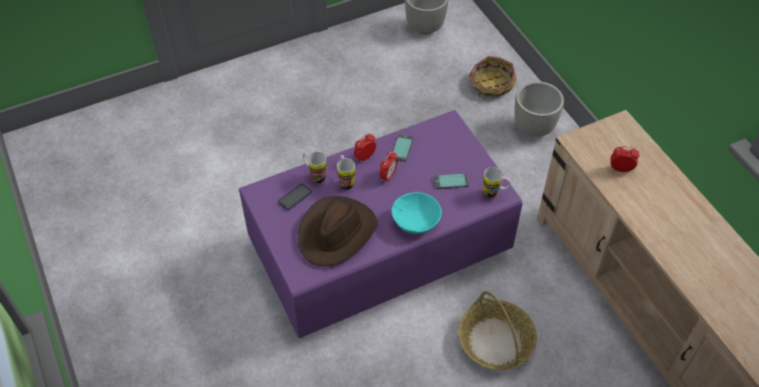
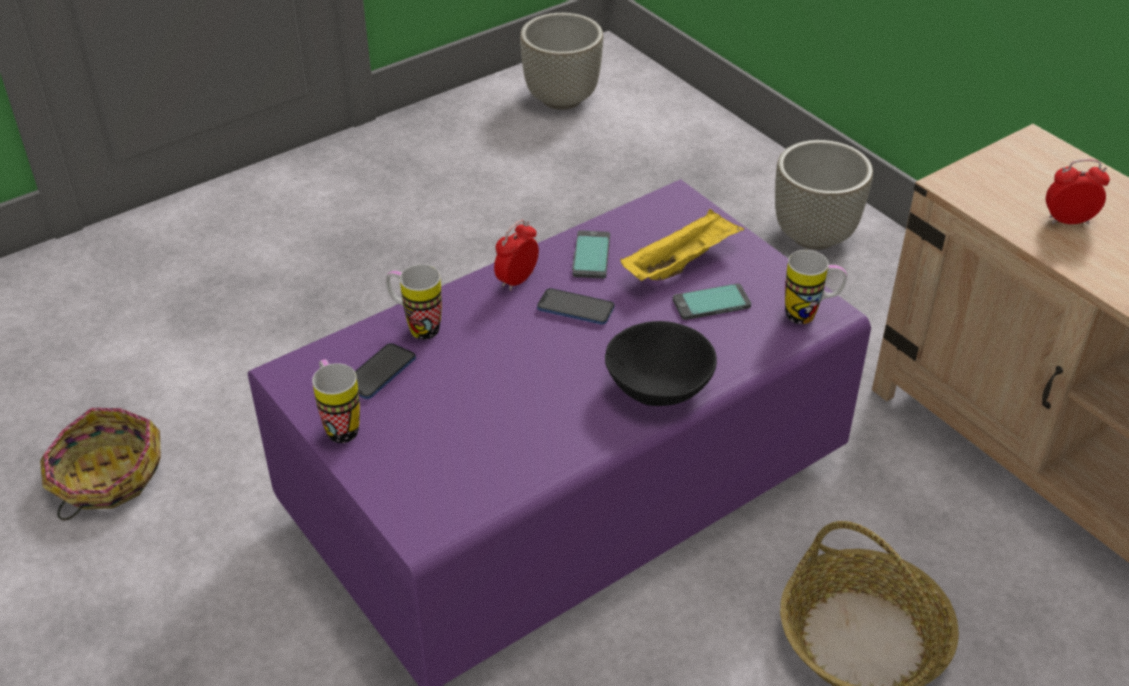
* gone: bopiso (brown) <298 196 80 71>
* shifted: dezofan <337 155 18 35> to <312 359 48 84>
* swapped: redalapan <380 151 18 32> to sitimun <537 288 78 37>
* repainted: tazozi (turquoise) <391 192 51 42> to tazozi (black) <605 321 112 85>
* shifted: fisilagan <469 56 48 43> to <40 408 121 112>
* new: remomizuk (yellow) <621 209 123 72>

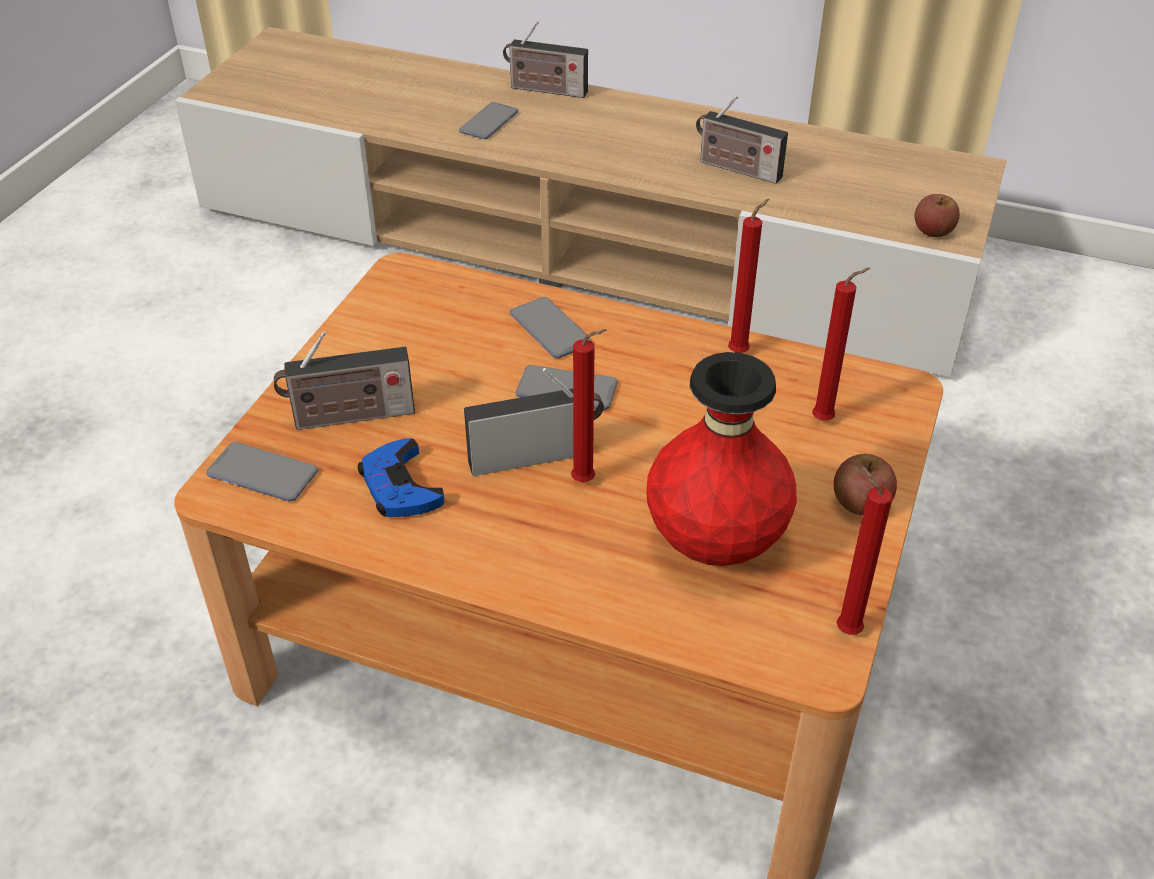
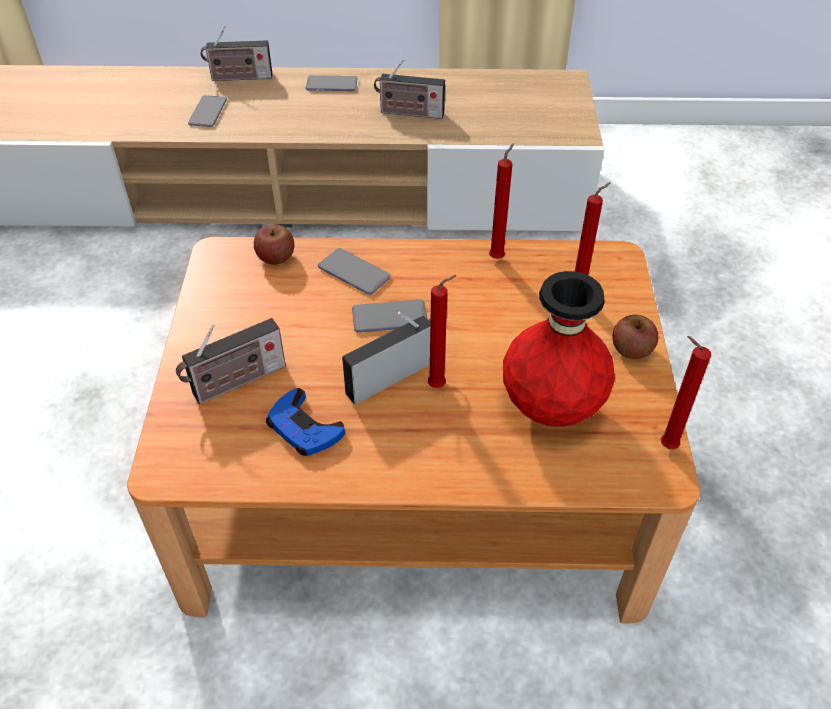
* shifted: sitimun <207 442 111 60> to <306 75 52 16>
* shifted: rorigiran <915 194 45 43> to <254 224 40 41>

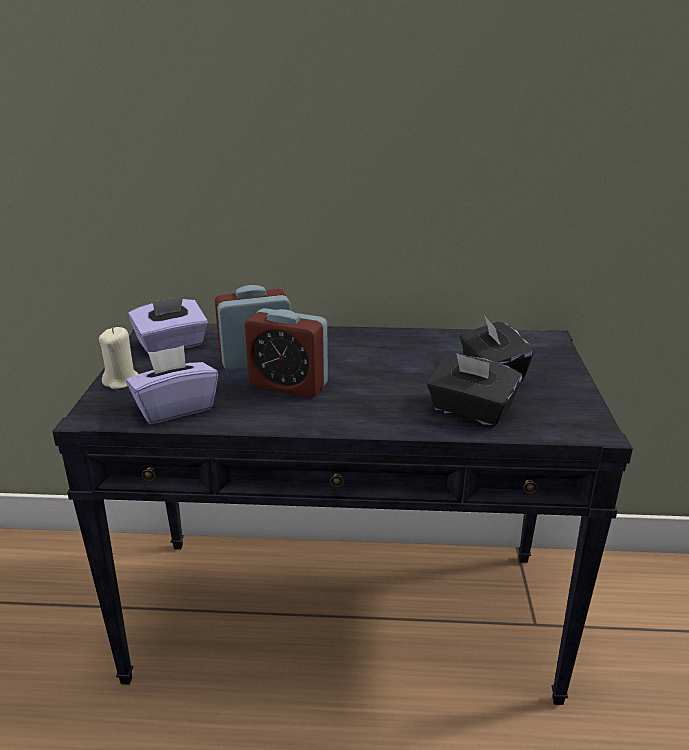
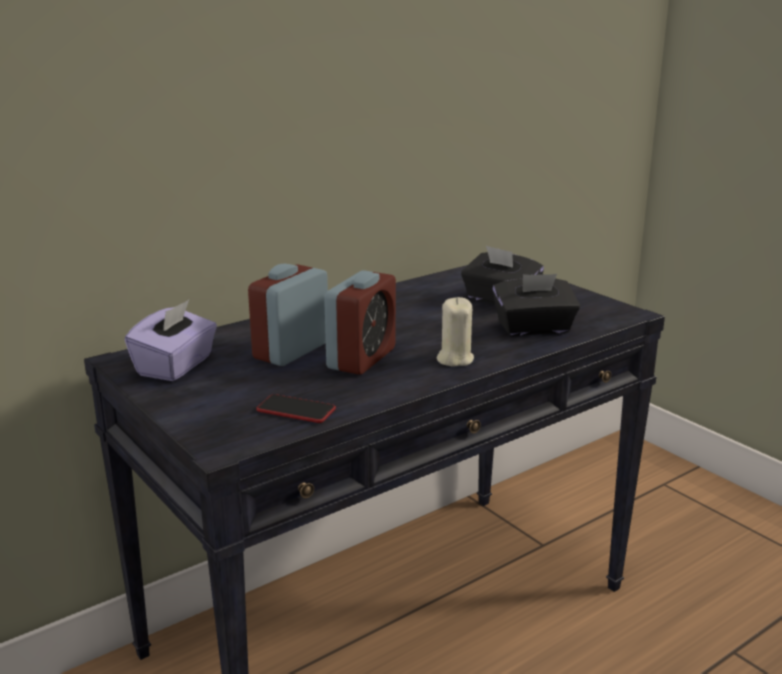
* shifted: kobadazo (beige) <99 327 39 62> to <437 297 37 70>
* swapped: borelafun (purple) <126 345 92 79> to sitimun <256 394 80 29>
* rotated: redalapan <245 308 83 89> = <324 270 72 105> 45 degrees counterclockwise

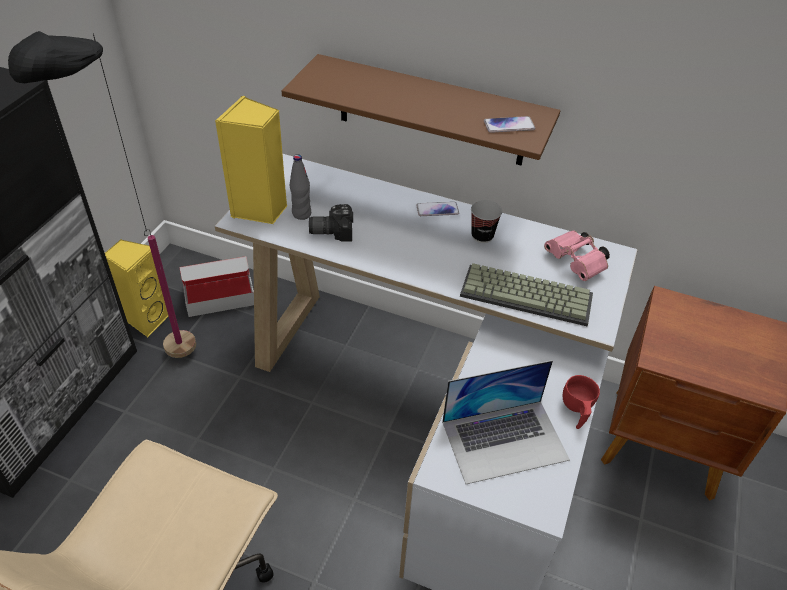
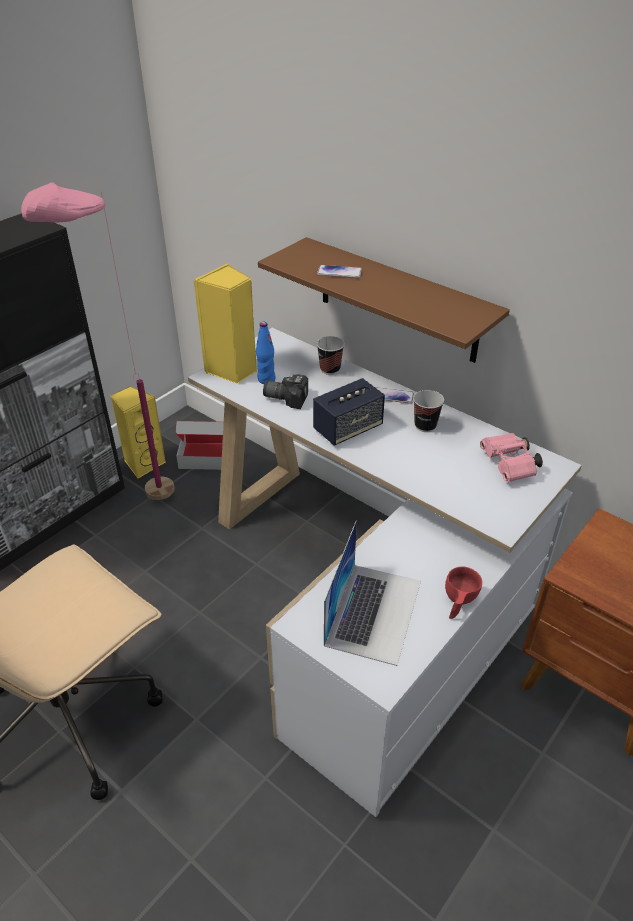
* repainted: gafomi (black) <8 31 188 327> to gafomi (pink) <21 182 153 318>
* repainted: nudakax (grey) <290 154 21 66> to nudakax (blue) <256 322 20 62>
* rotated: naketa <442 360 128 124> = <324 520 97 146> 75 degrees counterclockwise
* gone: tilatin <460 263 133 63>
* shifted: sitimun <484 116 51 17> to <317 265 45 14>
* new: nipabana <313 378 72 68>
* new: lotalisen <317 336 27 39>

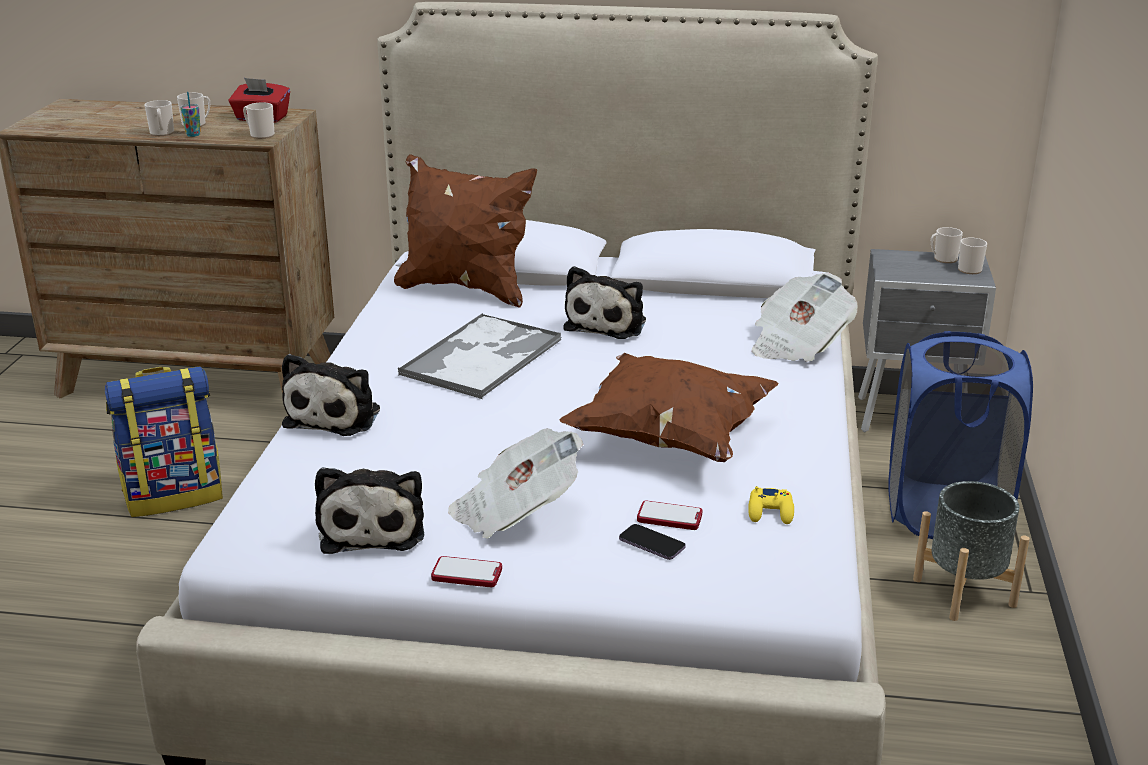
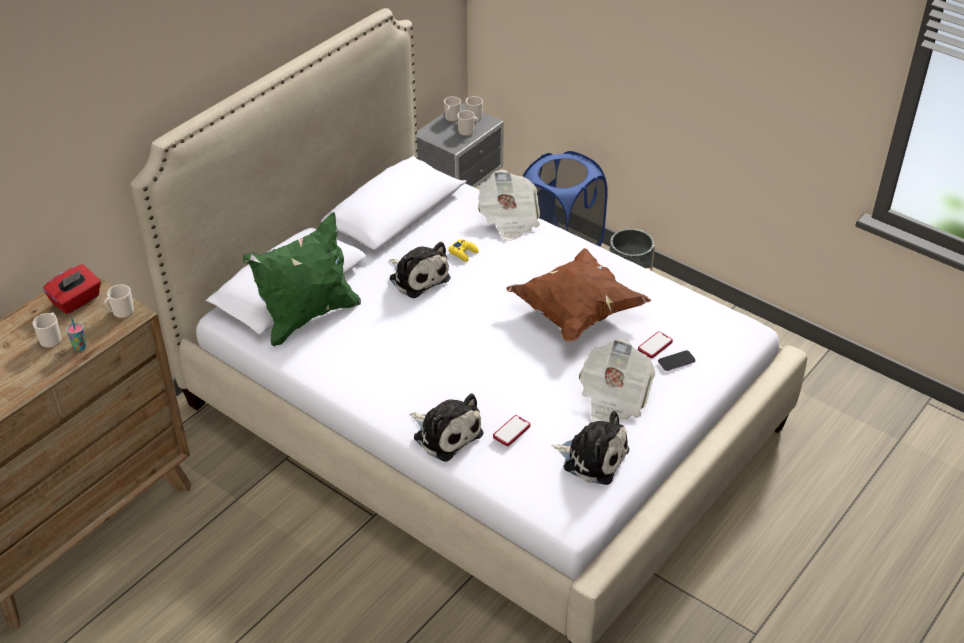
* gone: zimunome <105 366 118 151>
* shifted: dezofan <145 100 29 36> to <457 110 21 26>
* repainted: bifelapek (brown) <394 154 143 154> to bifelapek (green) <243 212 118 134>
* gone: remomizuk <398 313 164 86>
* shifted: sitimun <431 556 71 31> to <493 415 37 31>
* shifted: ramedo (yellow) <748 486 46 38> to <448 239 31 23>

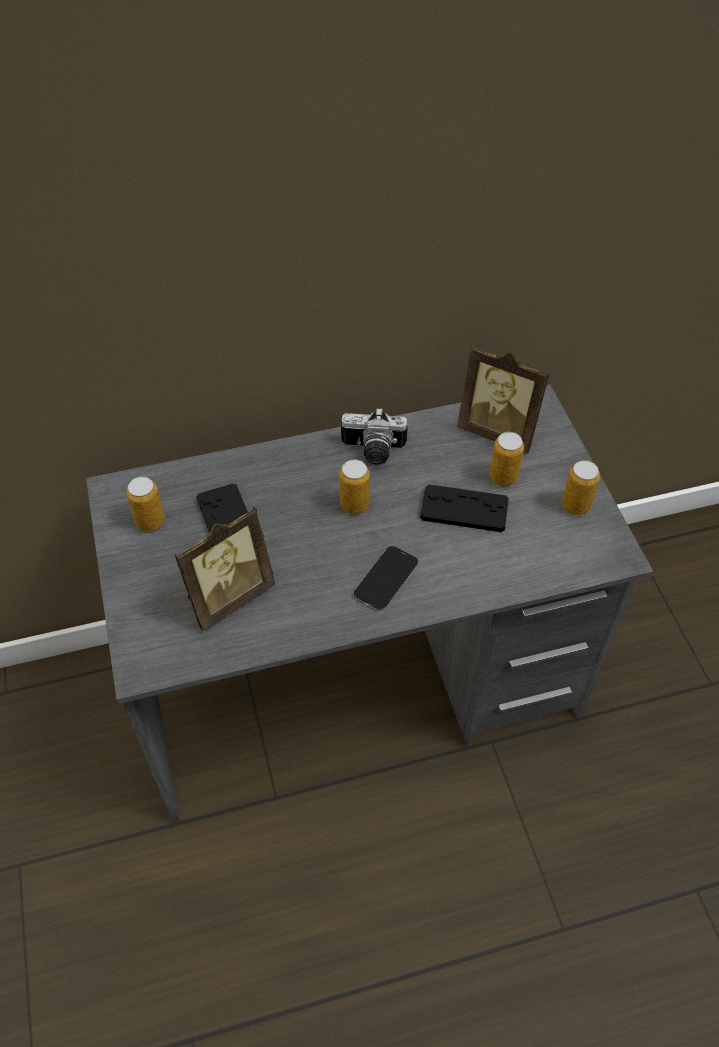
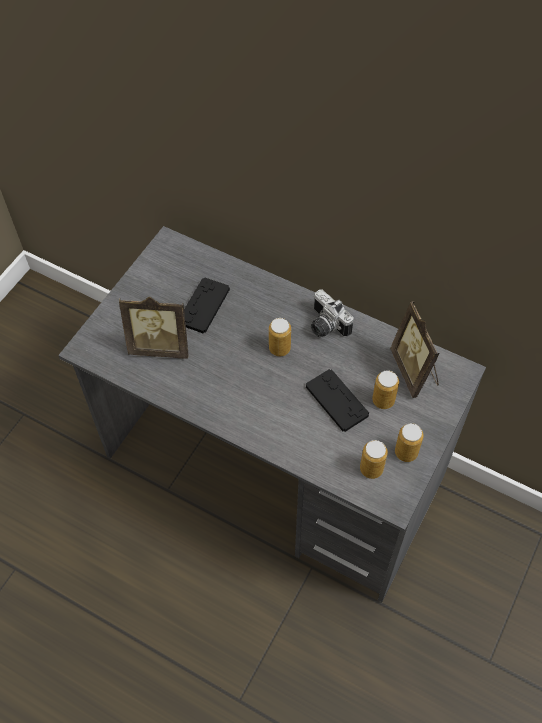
* shifted: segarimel <126 476 39 56> to <360 440 28 39>
* gone: sitimun <354 546 64 65>

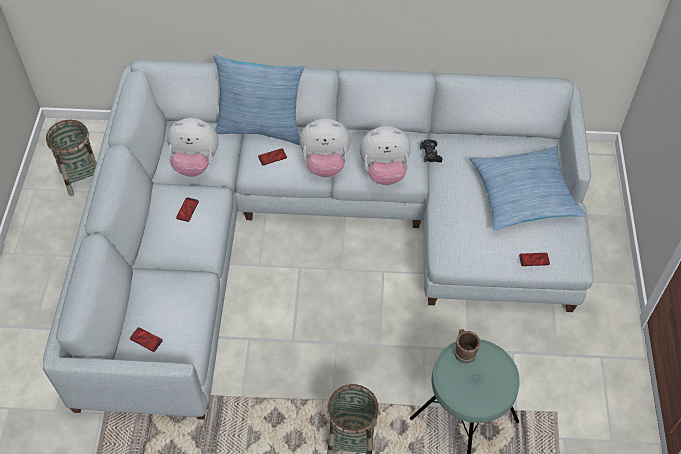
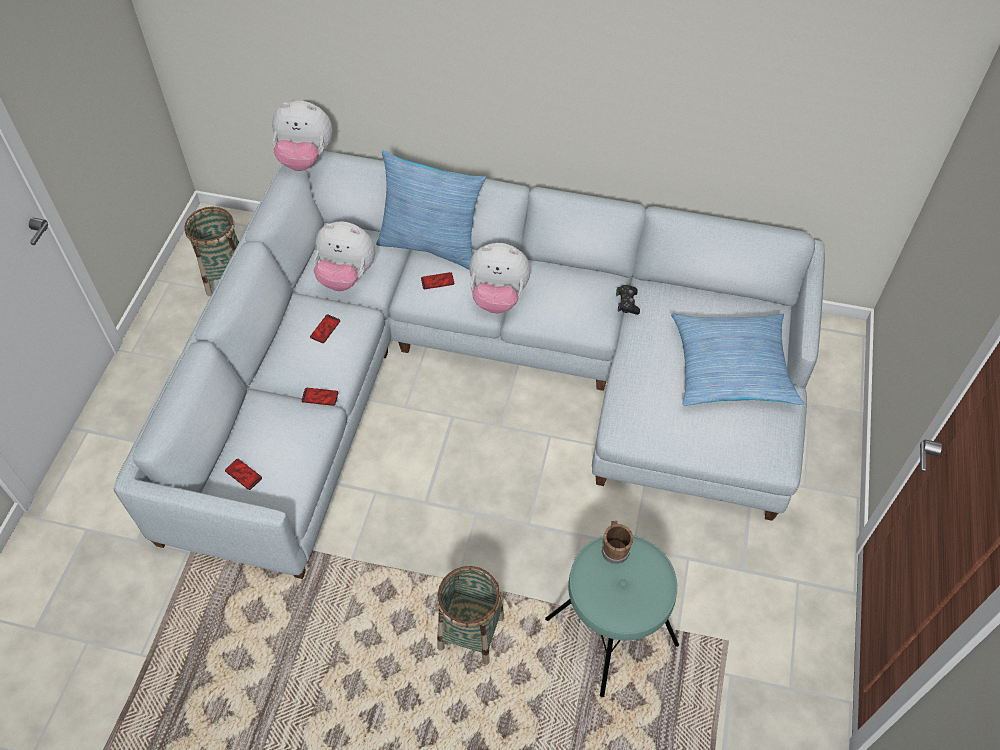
* shifted: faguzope <360 126 51 59> to <272 101 61 70>
* shifted: sitimun <519 253 31 13> to <302 388 36 18>

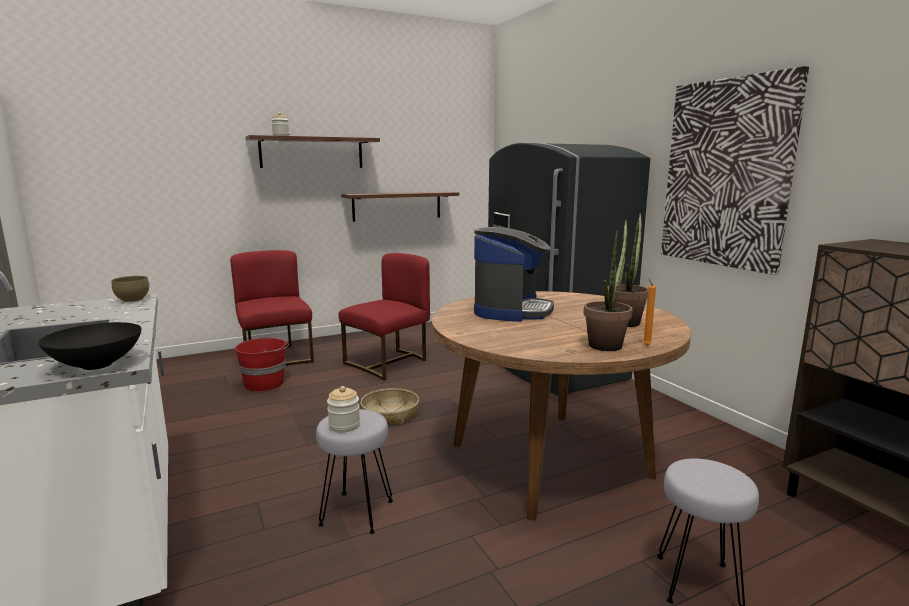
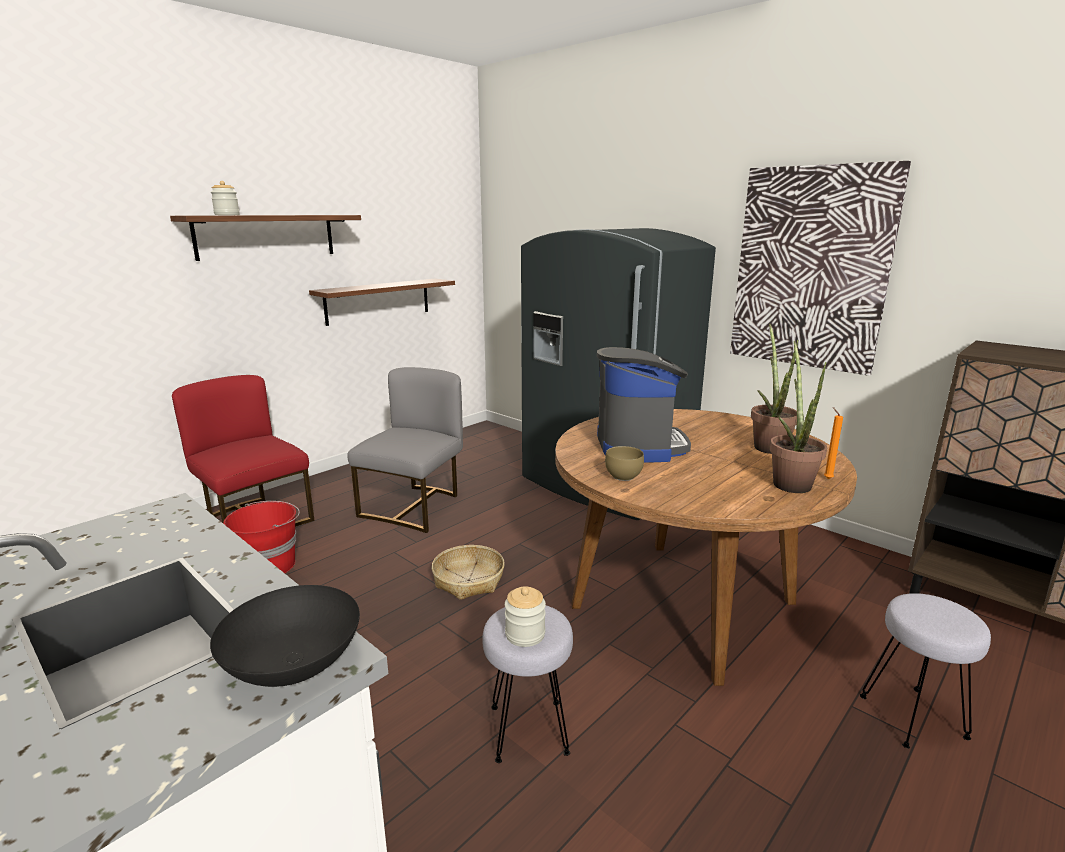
* shifted: tazozi (brown) <112 276 37 26> to <605 446 39 35>
* repainted: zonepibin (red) <339 253 91 128> to zonepibin (grey) <347 367 116 166>

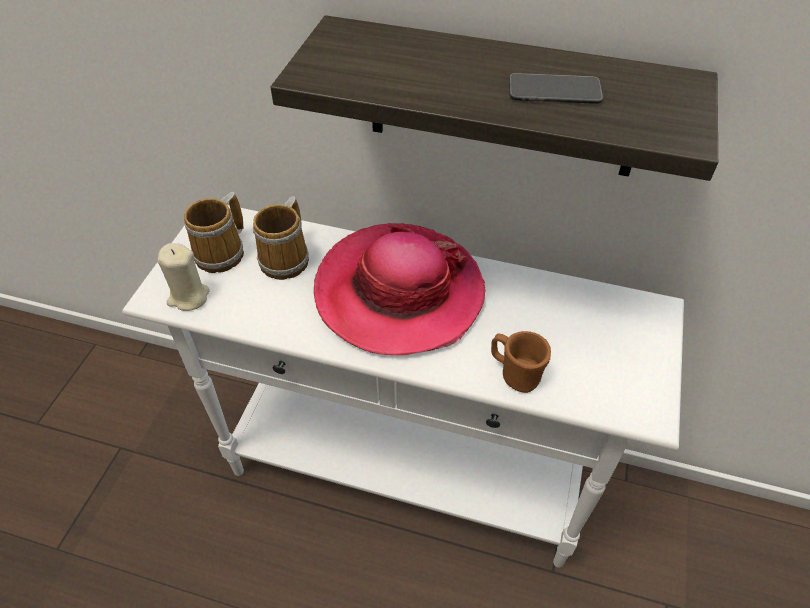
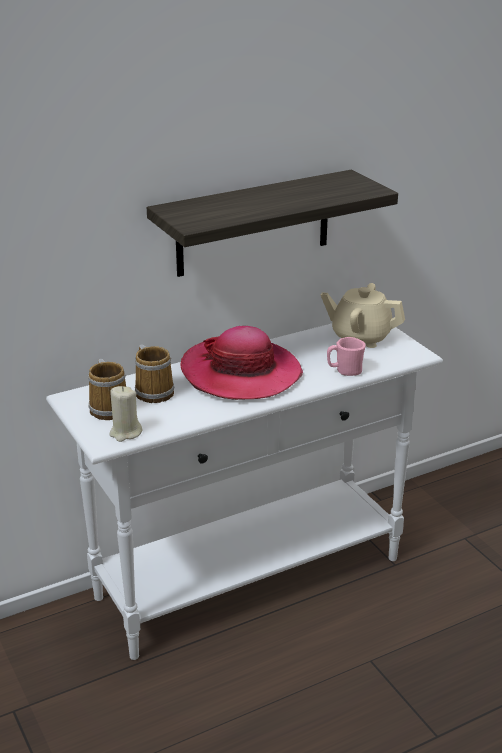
* repainted: dezofan (brown) <491 331 60 62> to dezofan (pink) <327 337 39 39>
* gone: sitimun <509 73 94 31>
* new: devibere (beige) <321 283 84 65>

